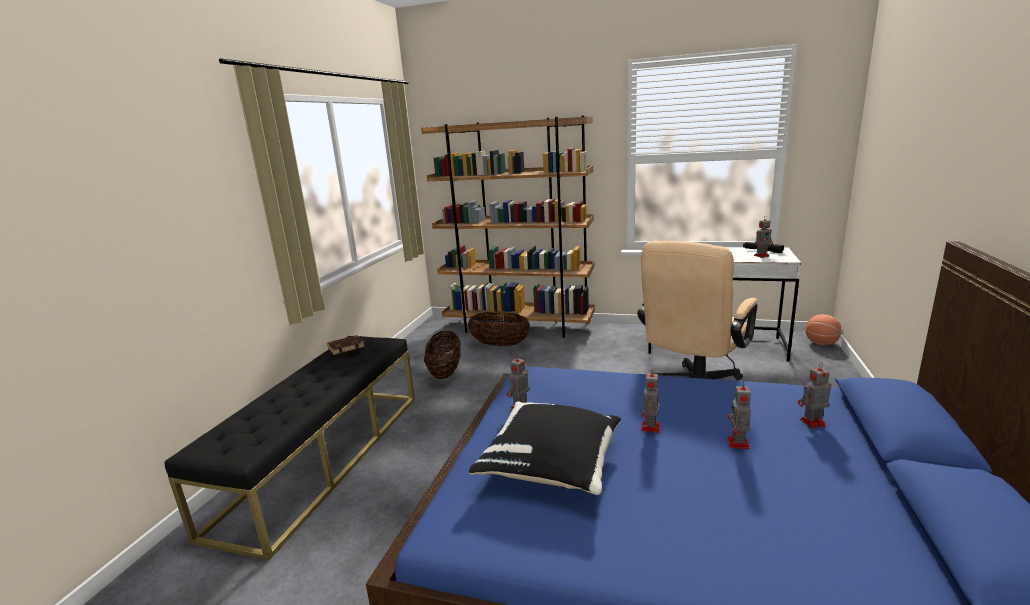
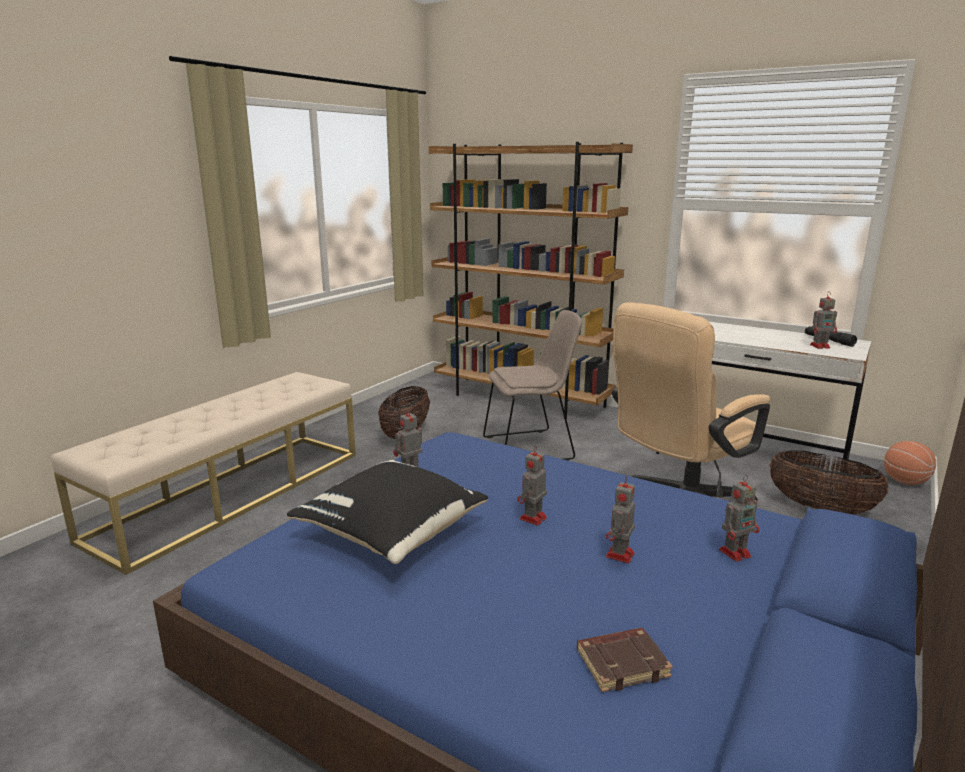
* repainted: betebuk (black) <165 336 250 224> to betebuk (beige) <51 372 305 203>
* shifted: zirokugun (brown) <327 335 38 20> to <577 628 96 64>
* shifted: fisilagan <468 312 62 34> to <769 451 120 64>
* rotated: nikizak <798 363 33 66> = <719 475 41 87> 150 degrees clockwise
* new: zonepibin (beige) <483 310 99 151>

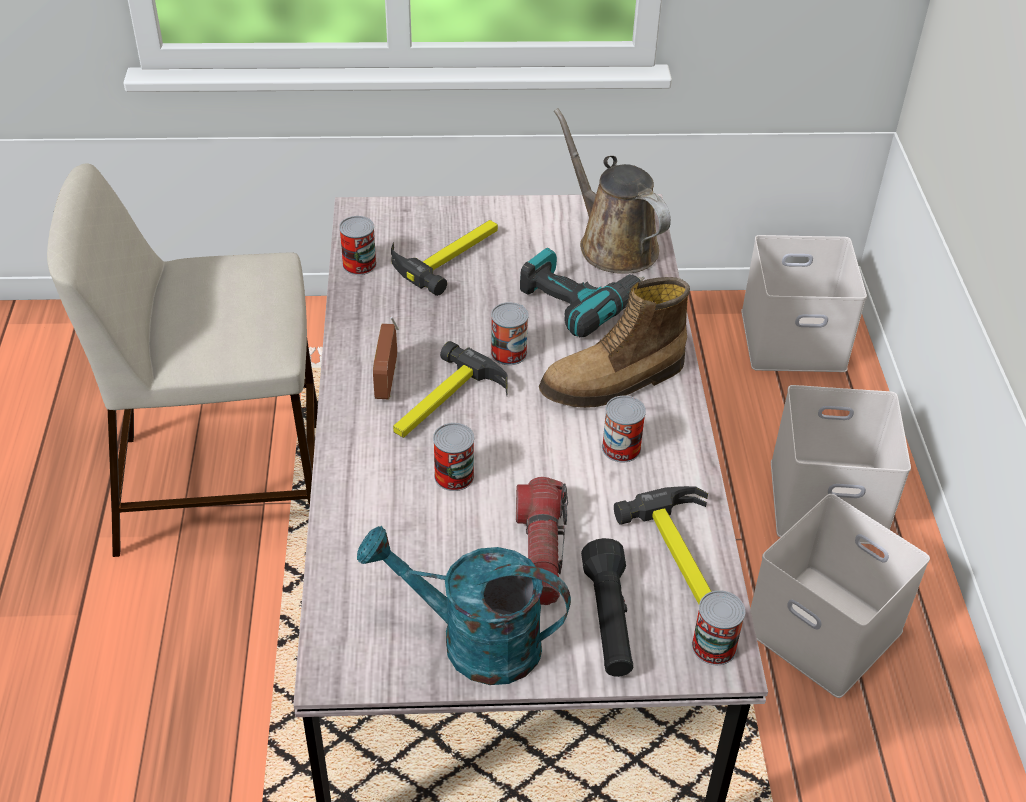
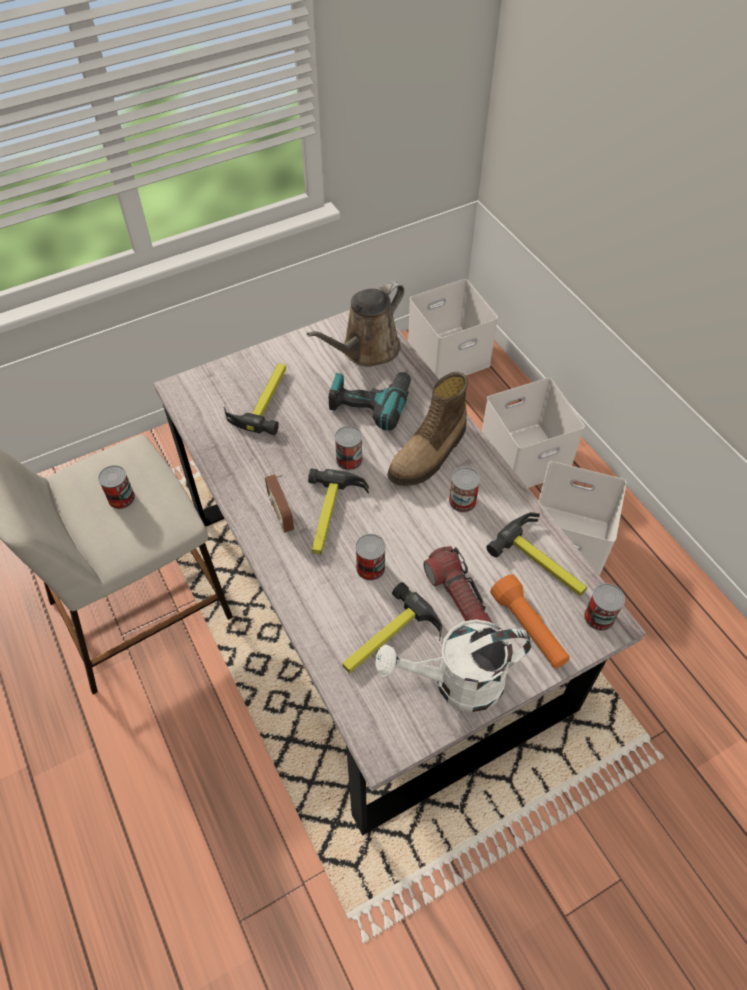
* shifted: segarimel <339 216 38 59> to <98 465 37 44>
* repainted: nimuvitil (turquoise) <357 526 214 159> to nimuvitil (white) <375 619 156 93>
* rotated: nimuvitil (brown) <554 108 117 166> = <307 281 97 86> 75 degrees counterclockwise
* repainted: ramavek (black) <581 538 52 139> to ramavek (orange) <490 574 80 94>
* new: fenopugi <342 582 100 91>

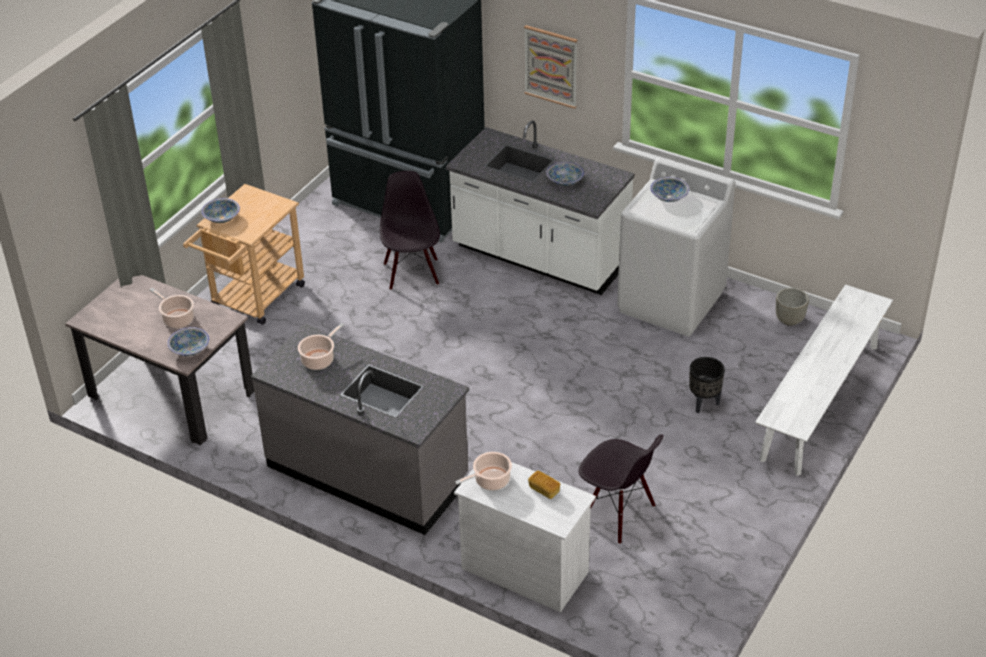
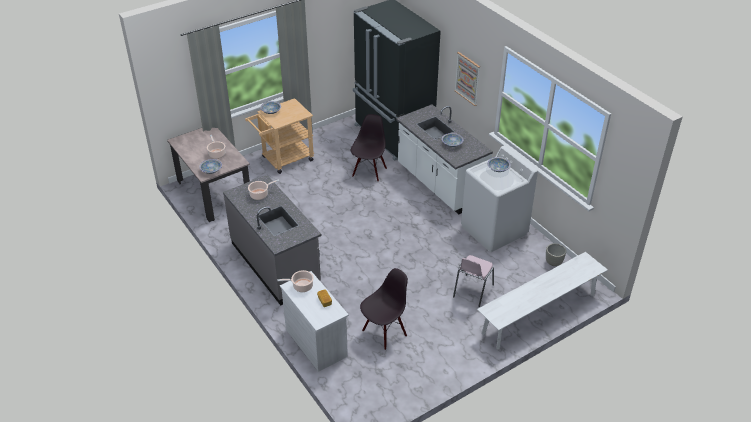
* rotated: zonepibin (black) <579 435 85 109> = <360 268 48 82> 105 degrees counterclockwise
* swapped: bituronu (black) <689 357 36 56> to zonepibin (pink) <453 255 41 52>

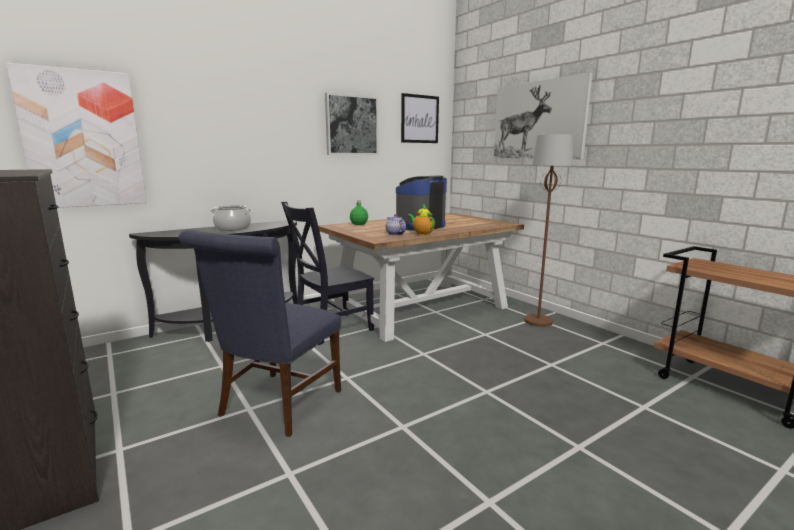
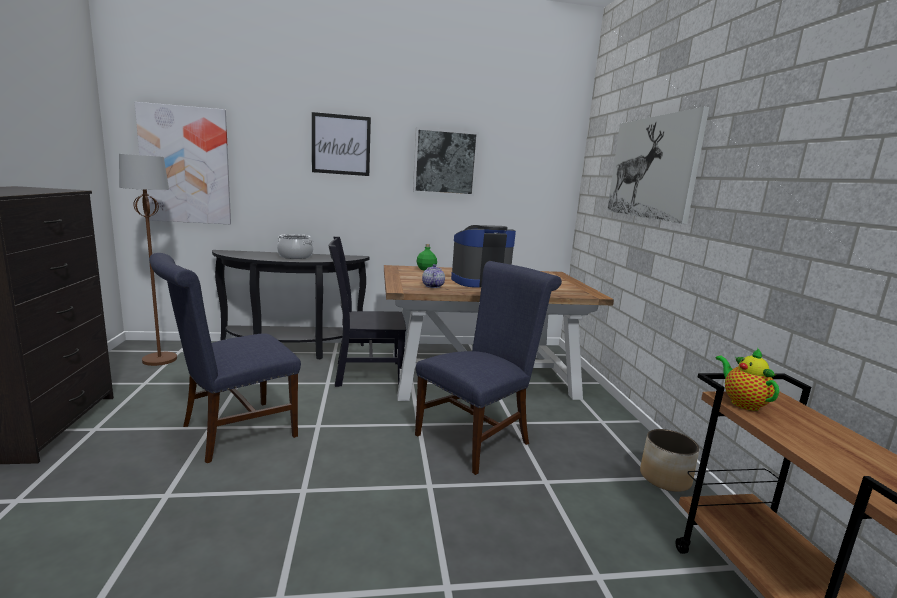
* shifted: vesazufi <401 93 38 50> to <312 112 59 64>
* shifted: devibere <408 205 27 31> to <716 348 63 63>
* shifted: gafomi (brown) <524 135 49 192> to <119 154 58 212>
* new: zonepibin (blue) <415 261 147 214>
* new: bituronu <640 429 60 63>

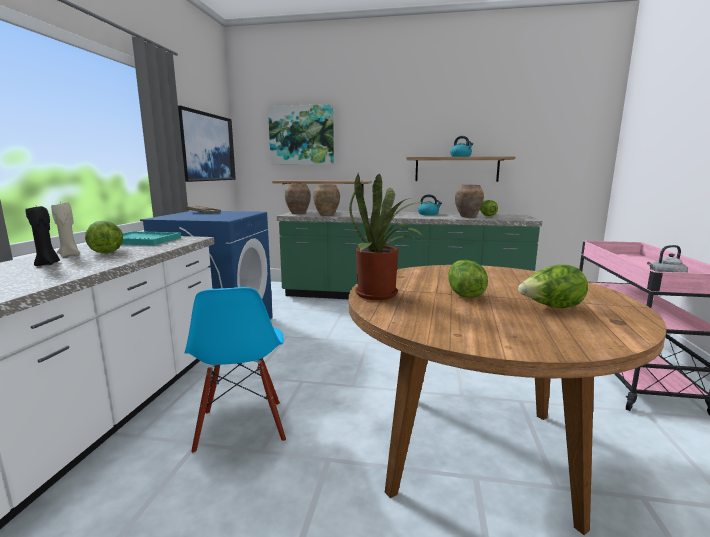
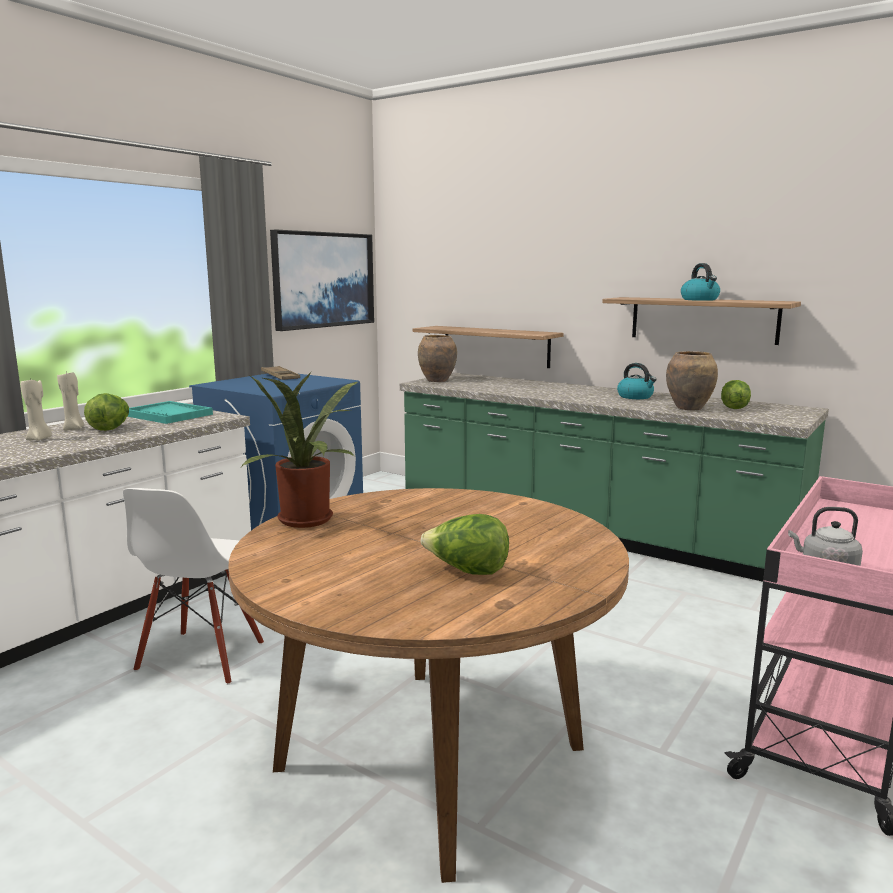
* repainted: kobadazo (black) <25 206 35 60> to kobadazo (beige) <20 378 32 63>
* repainted: zonepibin (blue) <184 287 102 167> to zonepibin (white) <123 488 141 197>
* gone: vesazufi <268 104 66 61>
* gone: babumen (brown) <313 184 27 32>
* gone: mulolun <448 260 40 38>

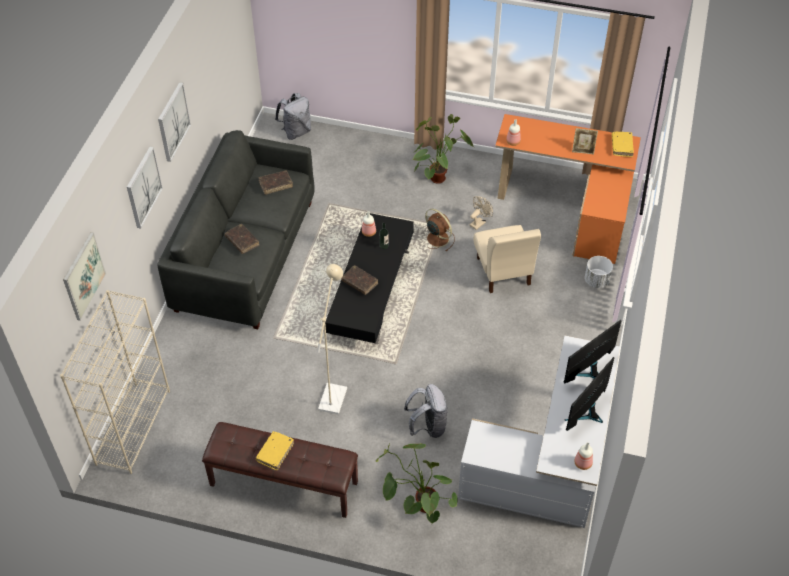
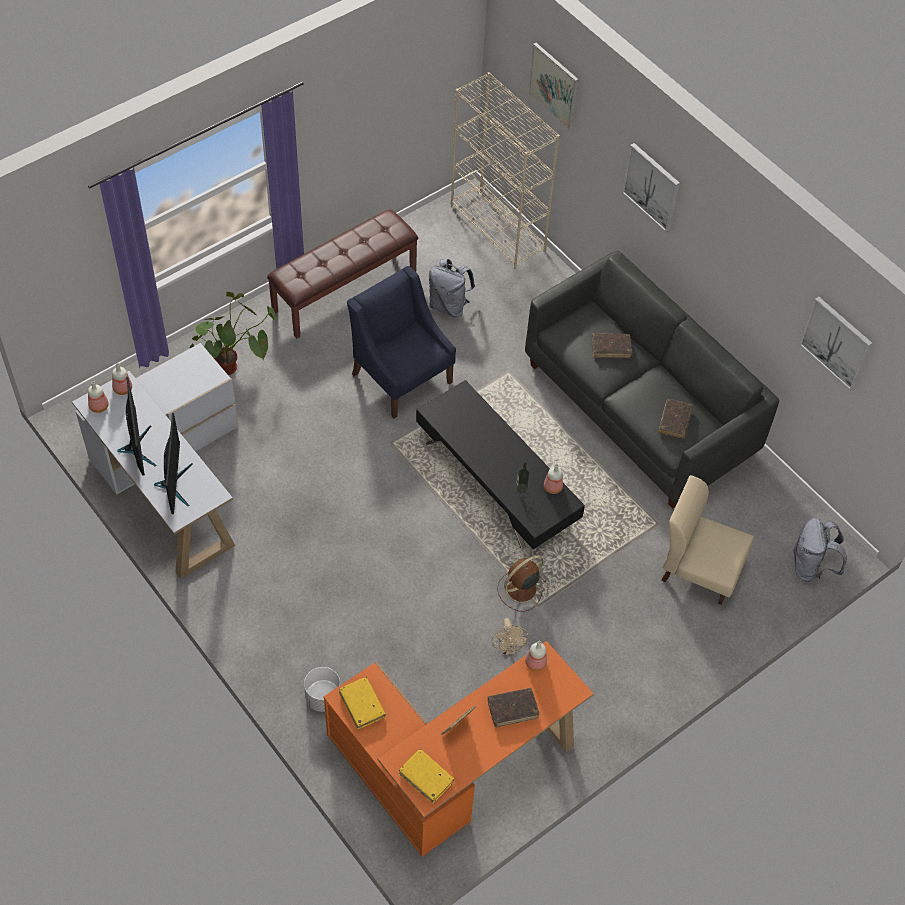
* shifted: vesazufi <158 82 33 80> to <799 297 73 94>
* shifted: zirokugun (yellow) <256 431 38 39> to <339 677 47 52>
* swapped: gafomi (beige) <317 264 30 150> to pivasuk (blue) <347 266 109 152>
* shifted: zirokugun (brown) <341 265 37 30> to <488 688 51 40>
* shifted: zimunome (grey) <404 384 44 54> to <429 259 46 59>
* gone: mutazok <412 114 63 70>
* rotated: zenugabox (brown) <425 209 30 42> = <497 555 50 57> 150 degrees clockwise
* shifted: zonepibin (beige) <473 225 68 68> to <661 475 93 130>
* new: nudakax <112 363 20 32>

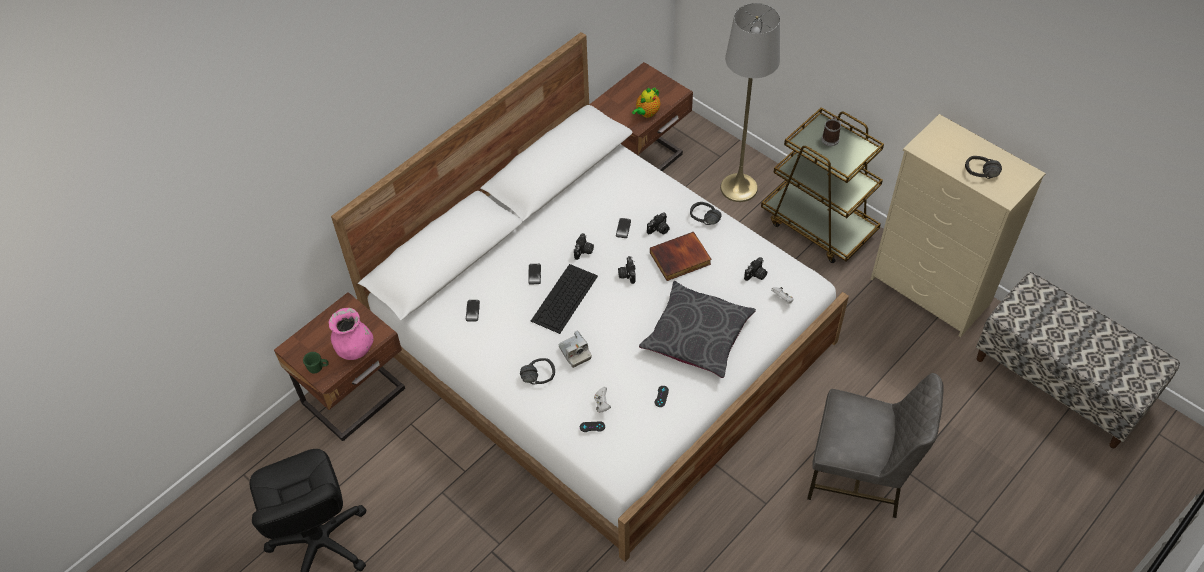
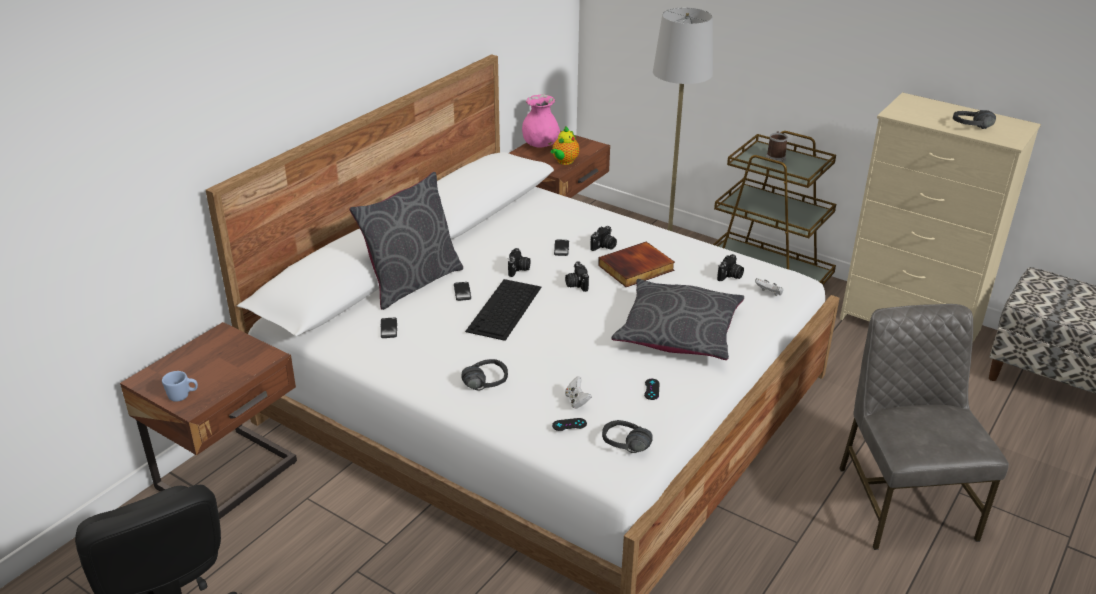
* repainted: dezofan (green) <303 352 26 21> to dezofan (blue) <162 371 36 31>
* shifted: babumen (pink) <328 308 45 52> to <522 94 38 53>
* gone: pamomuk <559 331 33 37>
* shifted: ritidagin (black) <690 202 32 23> to <602 420 51 33>
* rotated: zonepibin (grey) <807 373 137 145> = <839 304 170 246> 105 degrees counterclockwise
* new: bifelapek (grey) <349 172 114 138>

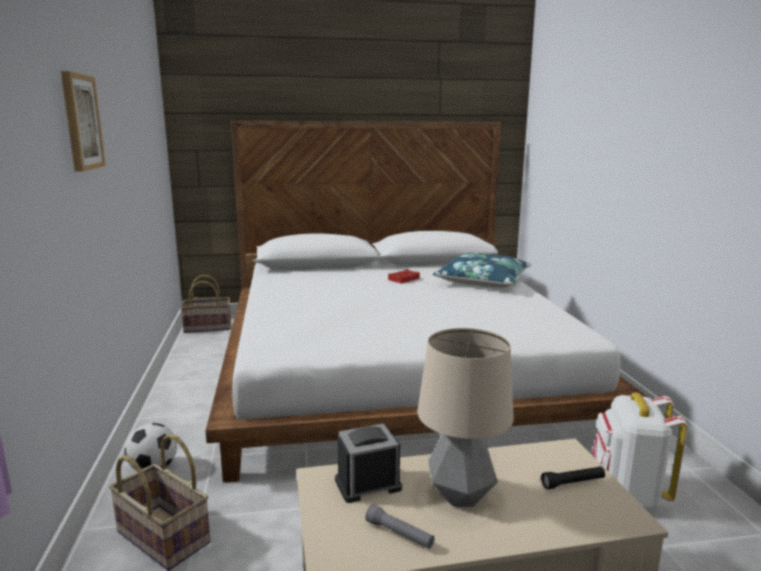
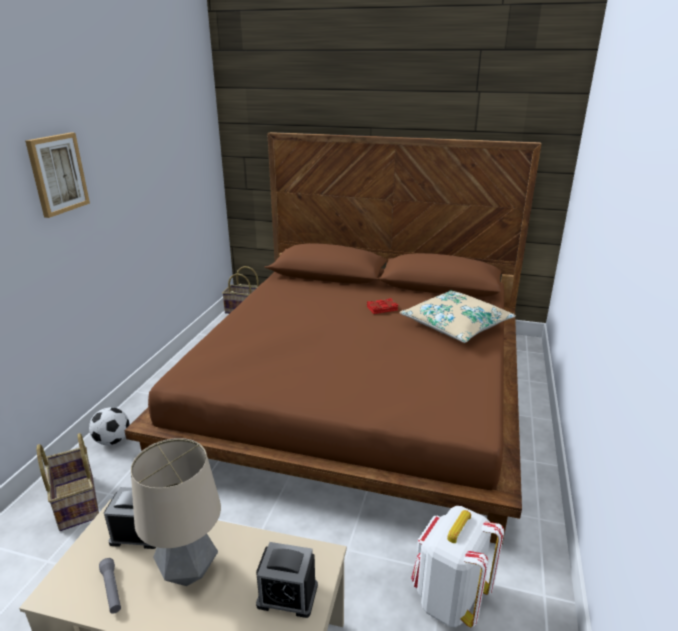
* repainted: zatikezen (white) <206 121 442 362> to zatikezen (brown) <124 132 417 412>
* repainted: bifelapek (blue) <433 253 99 35> to bifelapek (beige) <399 290 117 53>
* swapped: ramavek (black) <541 466 64 23> to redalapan <256 542 62 76>

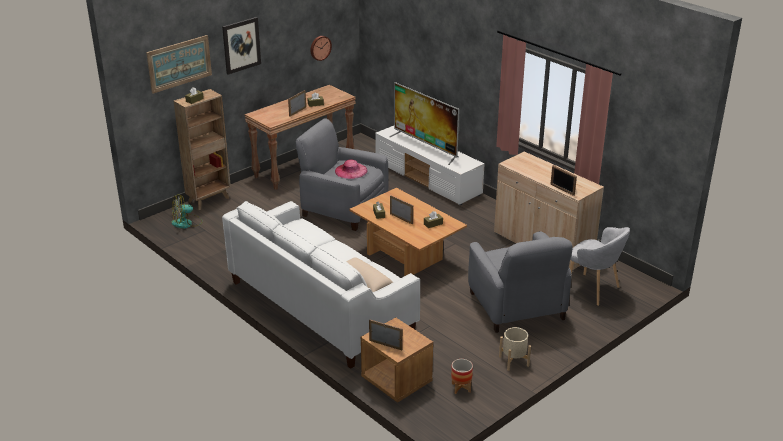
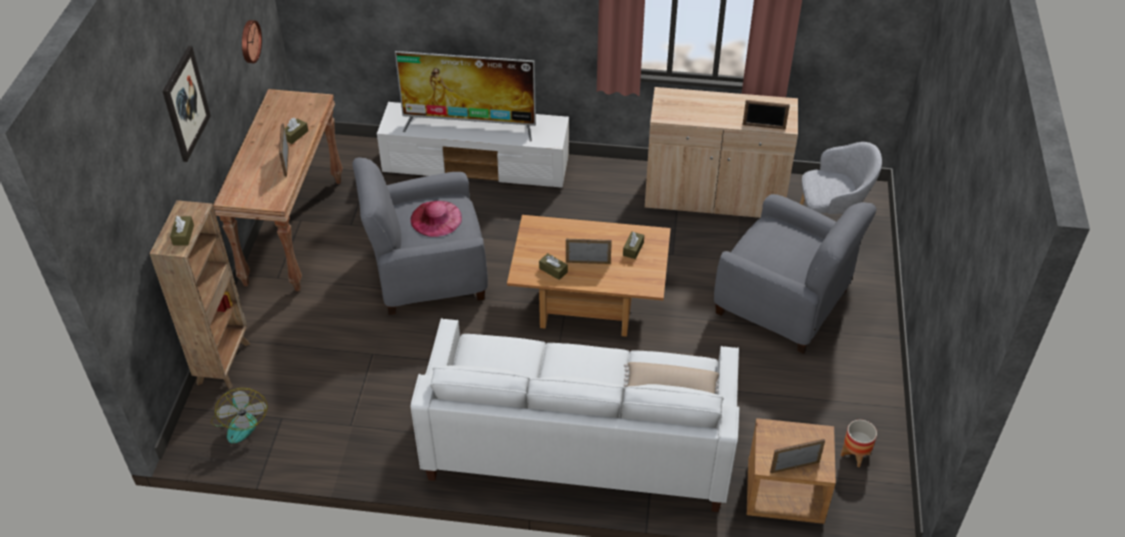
* gone: vesazufi <146 35 66 59>
* rotated: zenugabox <171 194 32 34> = <211 388 57 55> 45 degrees counterclockwise
* gone: bituronu (beige) <499 327 32 44>

